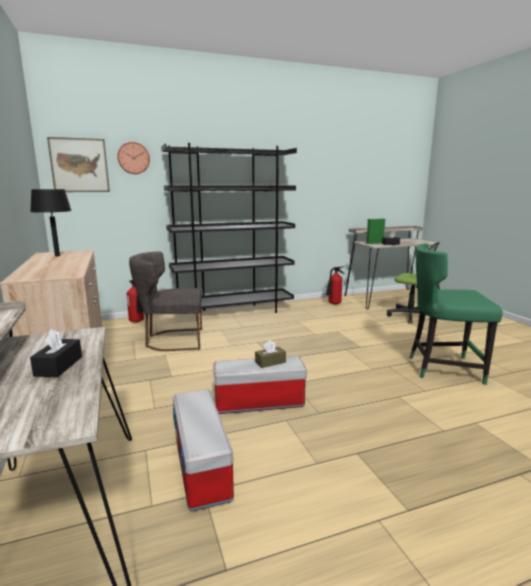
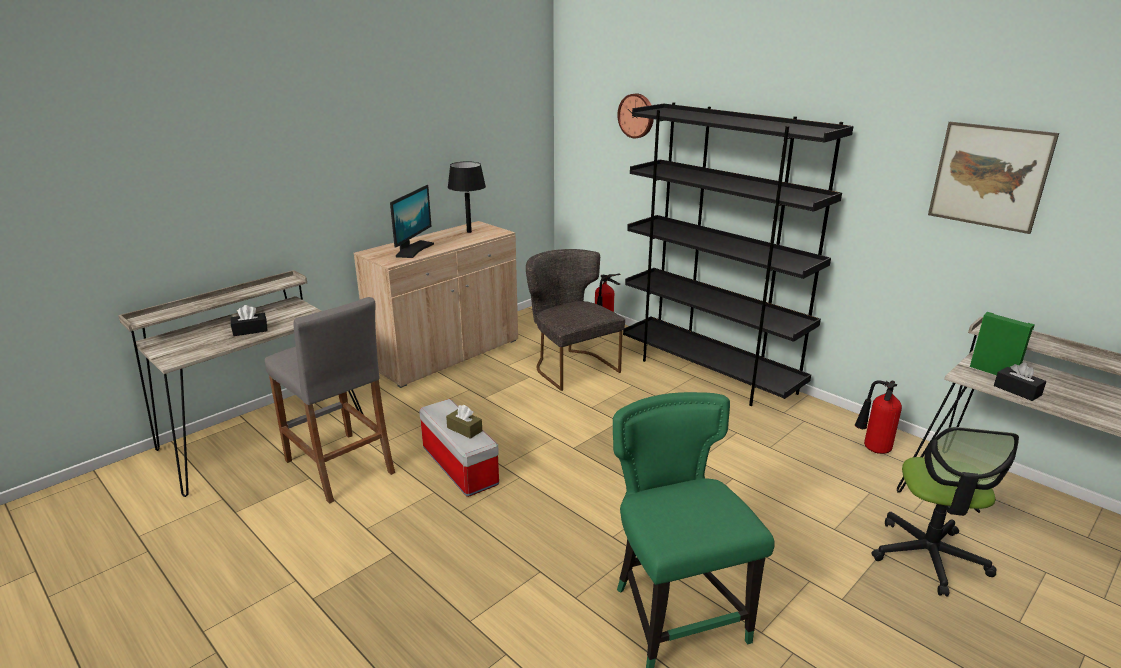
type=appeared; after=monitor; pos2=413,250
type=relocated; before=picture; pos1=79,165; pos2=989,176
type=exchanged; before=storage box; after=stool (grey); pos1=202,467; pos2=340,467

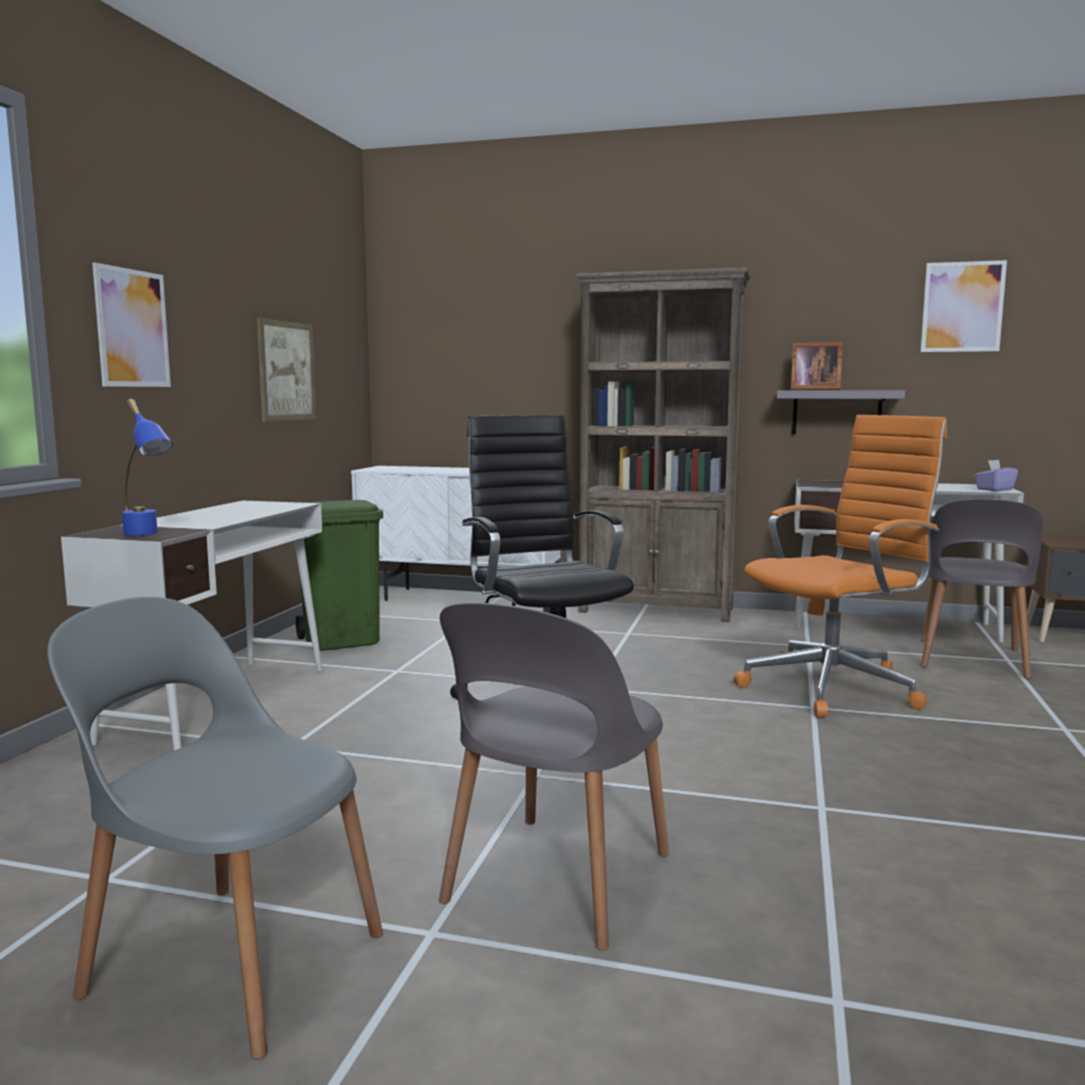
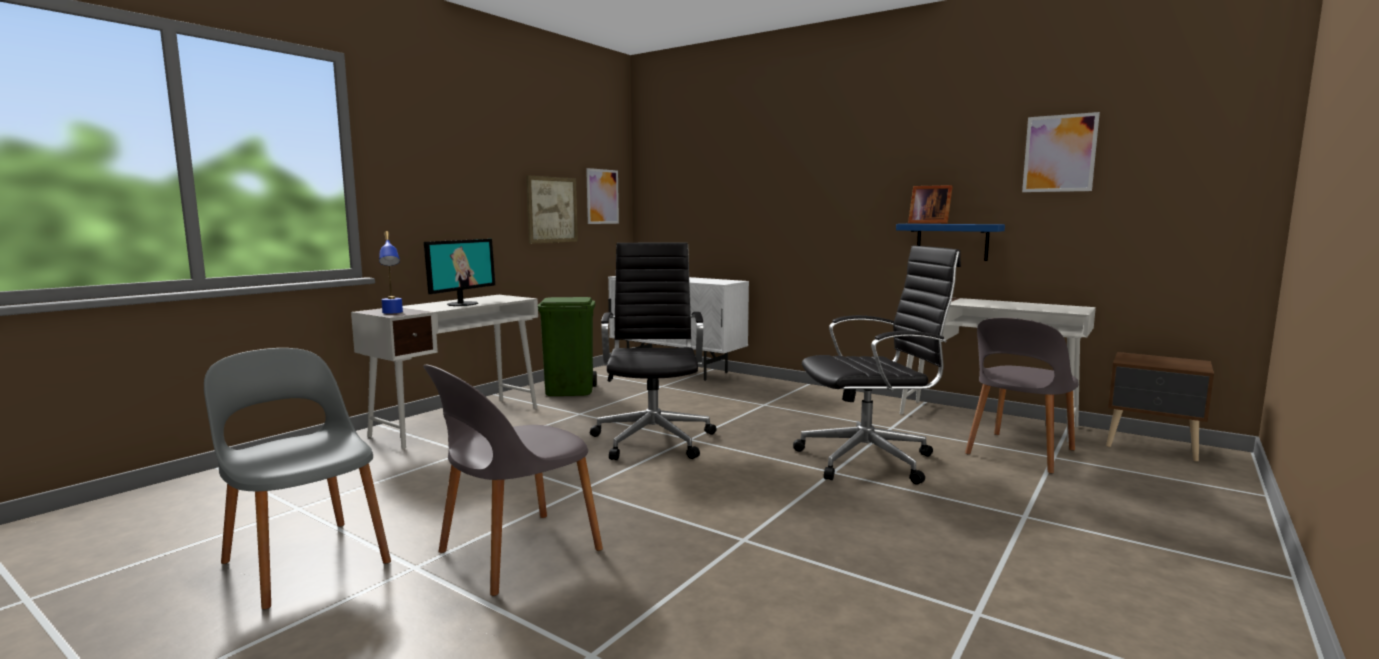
type=missing; before=bookcase (brown); pos1=657,610
type=missing; before=tissue box (purple); pos1=994,489
type=appeared; after=monitor; pos2=462,304
type=relocated; before=picture; pos1=132,328; pos2=602,196
type=colour; before=office chair (orange); after=office chair (black); pos1=835,687; pos2=870,460
type=colour; before=shelf (grey); after=shelf (blue); pos1=836,412; pos2=952,241

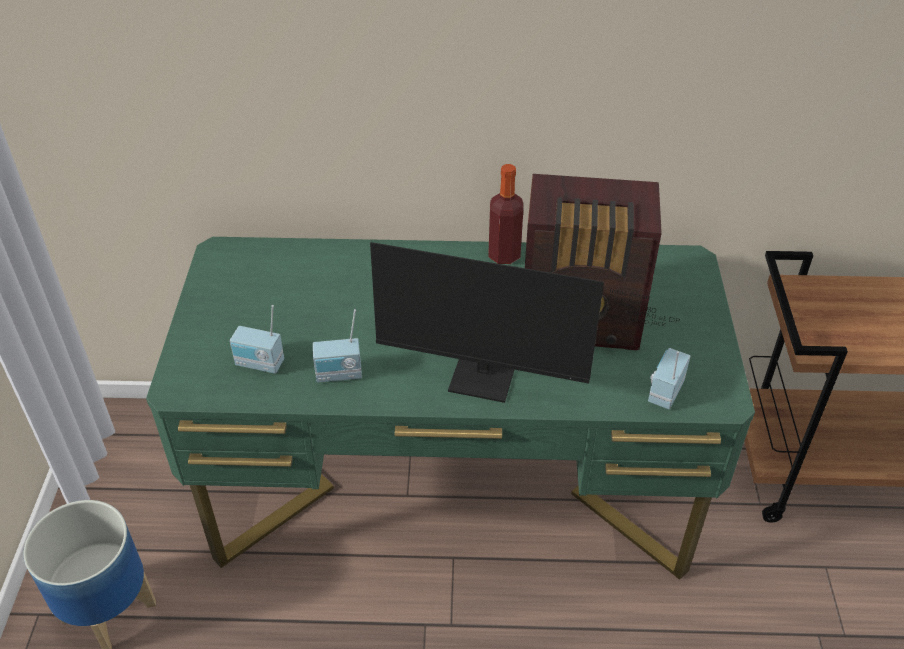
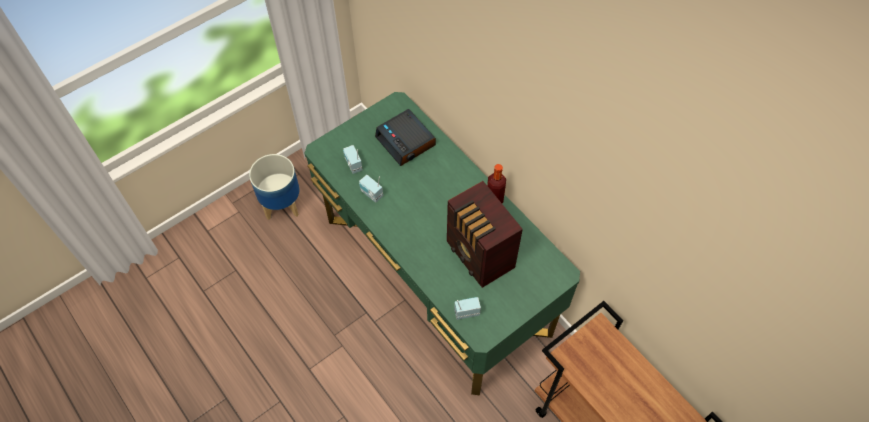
type=missing; before=monitor; pos1=493,380
type=appeared; after=alarm clock; pos2=406,141

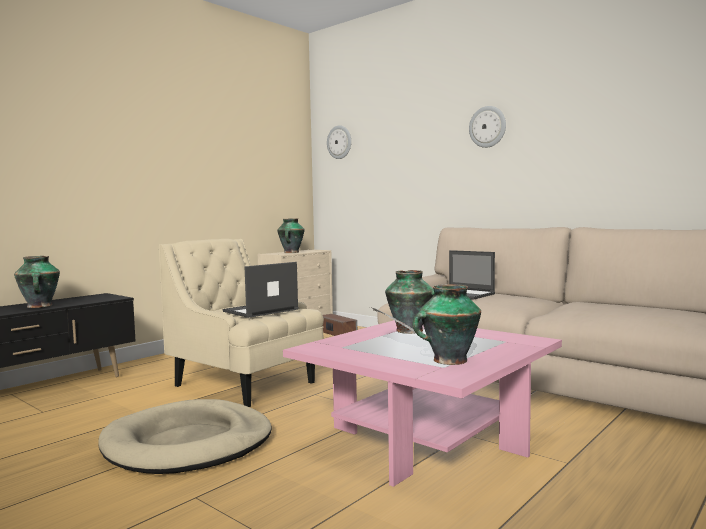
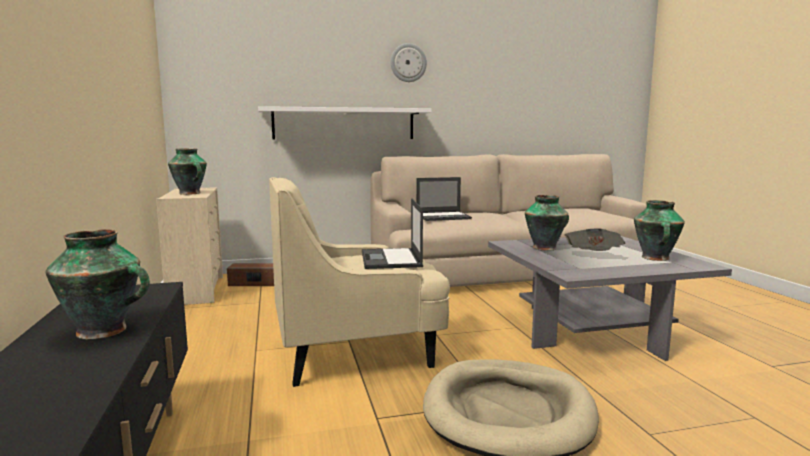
type=missing; before=wall clock; pos1=339,142
type=appeared; after=shelf (white); pos2=344,124
type=colour; before=coffee table (pink); after=coffee table (grey); pos1=425,440; pos2=591,331

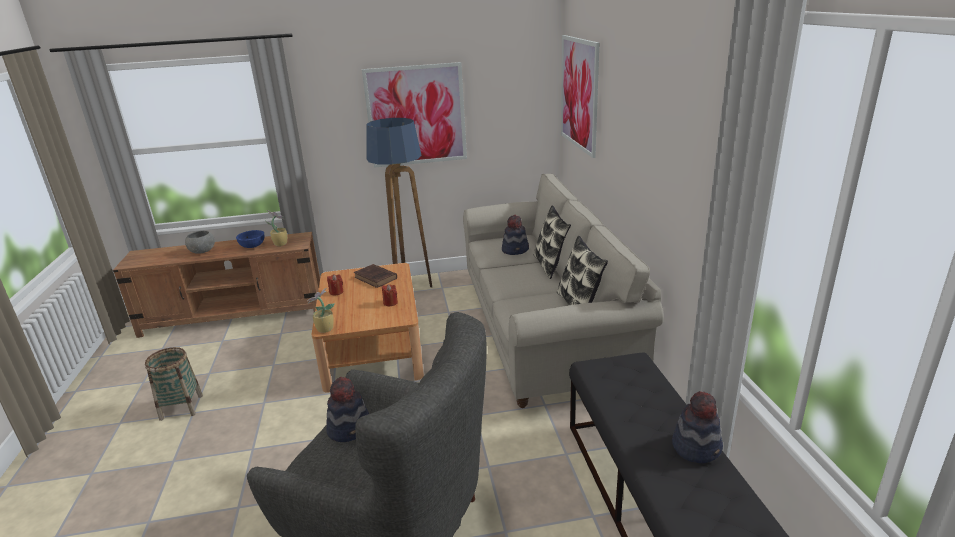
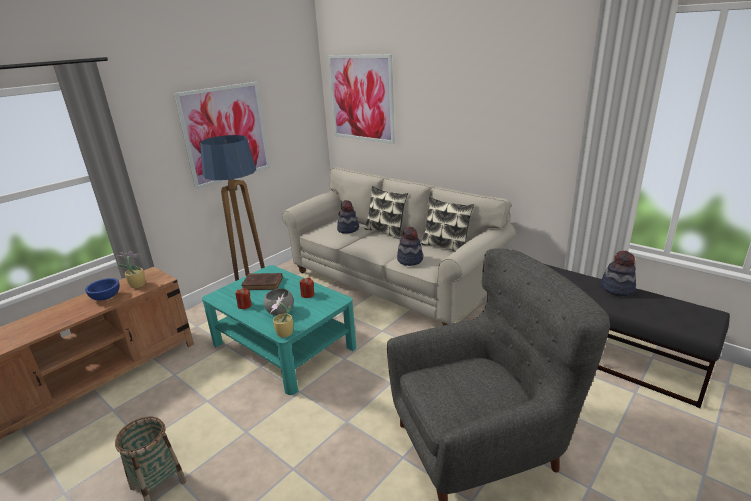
type=relocated; before=bowl (grey); pos1=203,251; pos2=280,311
type=relocated; before=hat; pos1=350,428; pos2=410,260
type=colour; before=coffee table (brown); after=coffee table (turquoise); pos1=373,347; pos2=284,345

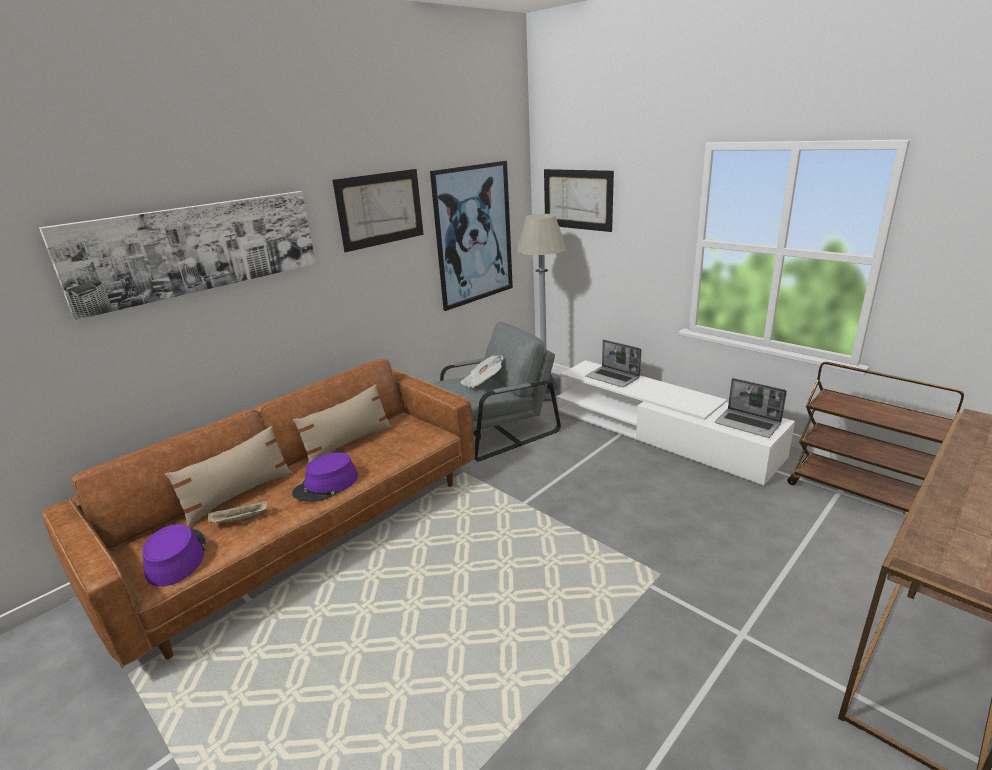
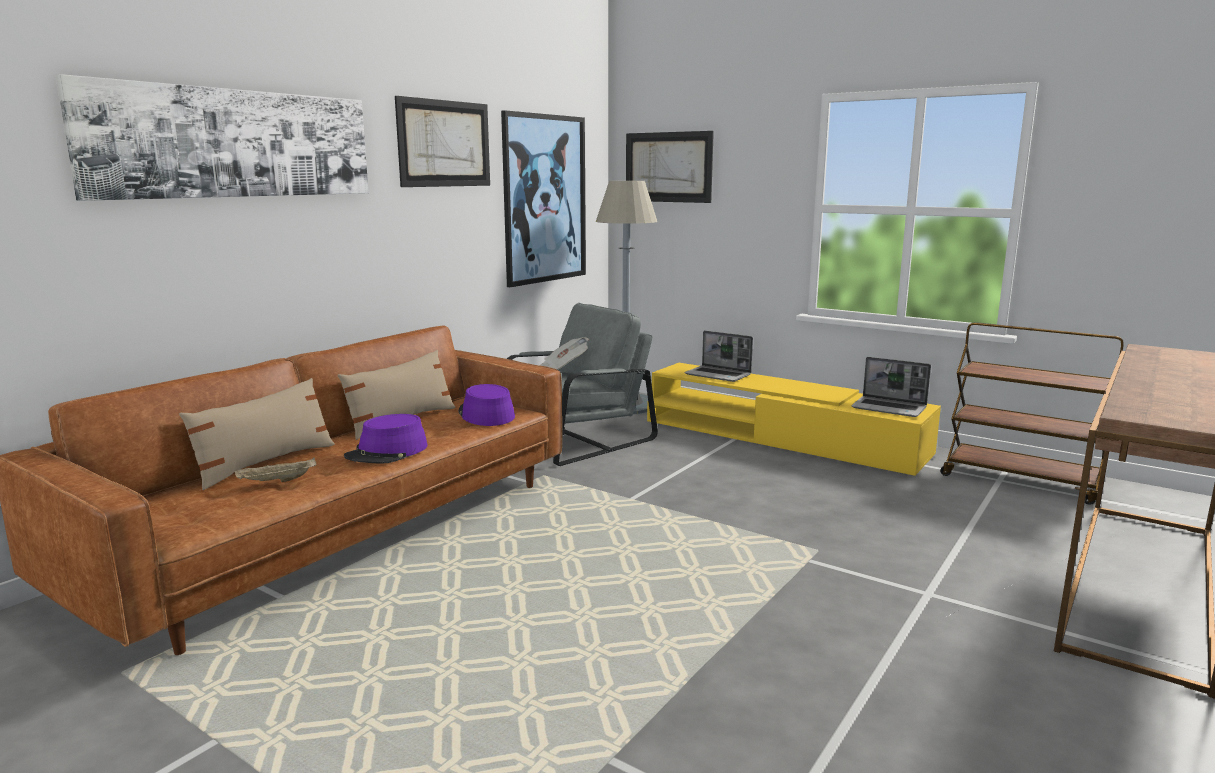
type=relocated; before=hat (purple); pos1=176,558; pos2=485,414
type=colour; before=tv stand (white); after=tv stand (yellow); pos1=660,433; pos2=780,439

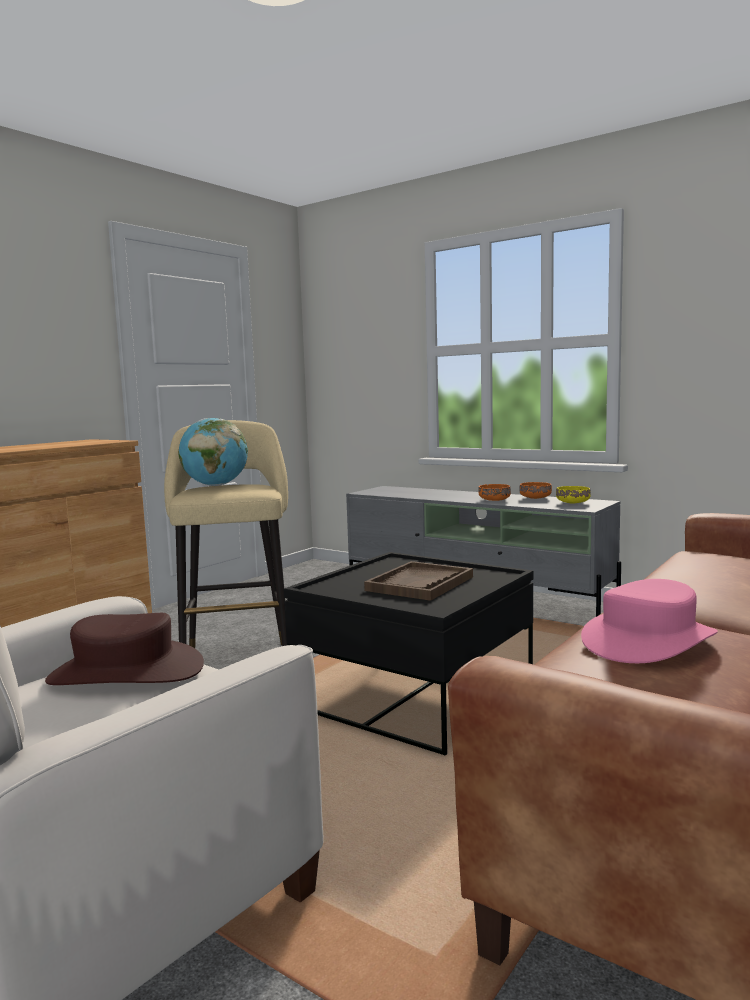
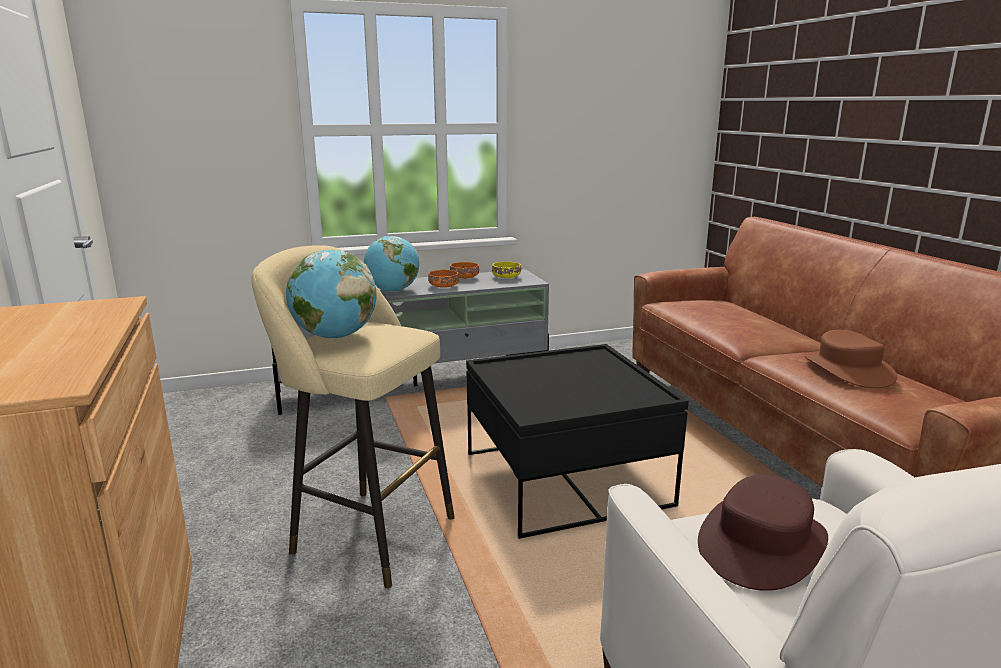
type=missing; before=tray (brown); pos1=420,584
type=appeared; after=globe; pos2=392,291
type=colour; before=hat (pink); after=hat (brown); pos1=648,640; pos2=847,370

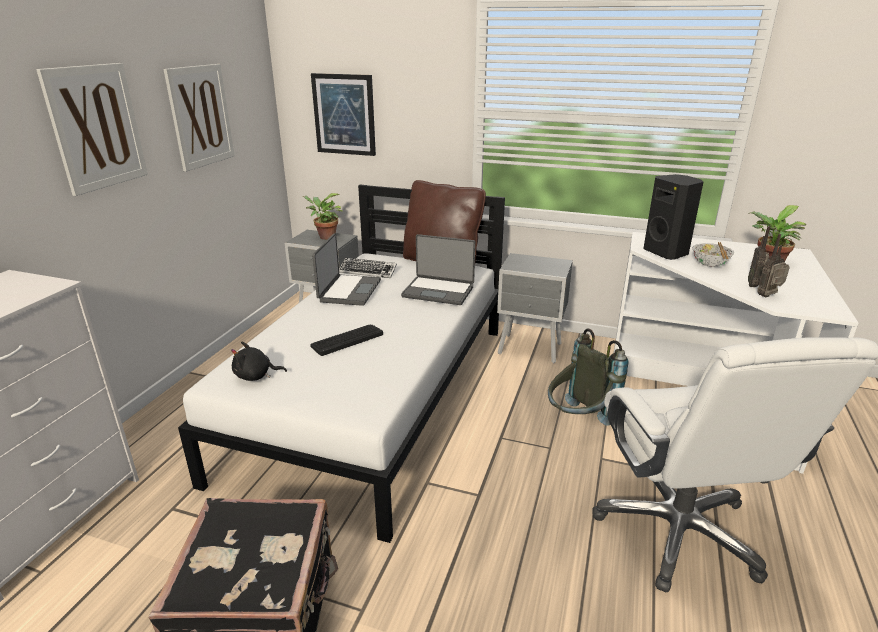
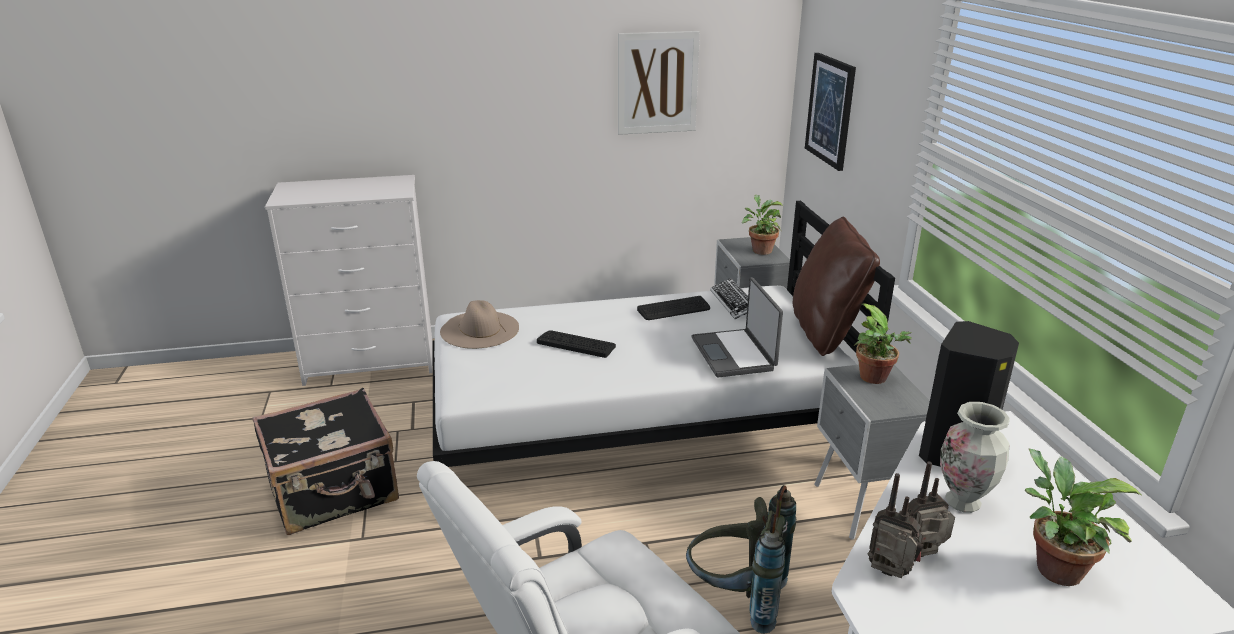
type=missing; before=picture; pos1=96,127
type=appeared; after=potted plant; pos2=876,379
type=exchanged; before=plush toy (black); after=hat (beige); pos1=256,376; pos2=479,329
type=exchanged; before=laptop; after=keyboard; pos1=348,291; pos2=674,309
type=exchanged; before=bowl; after=vase; pos1=710,264; pos2=963,503

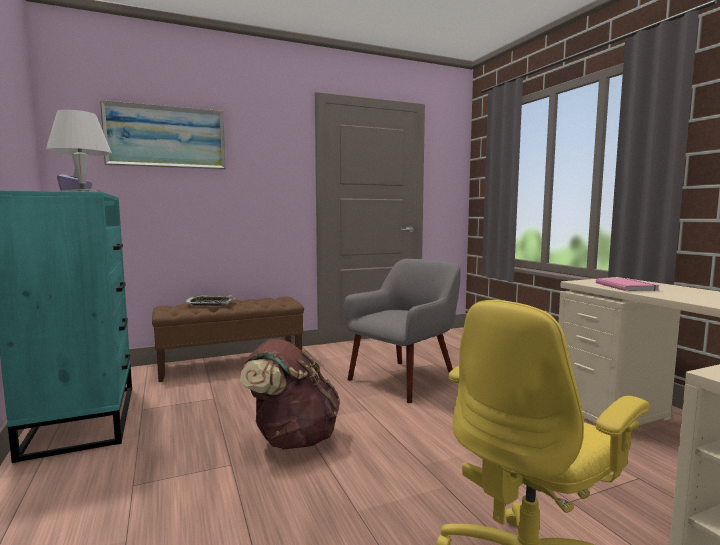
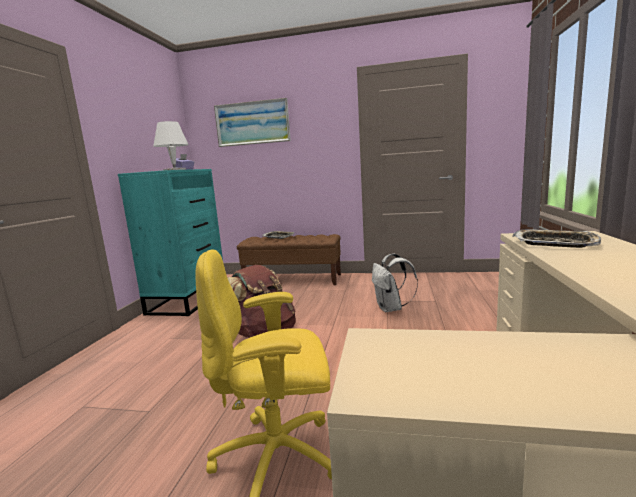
type=exchanged; before=armchair (grey); after=backpack (white); pos1=404,379; pos2=391,308
type=exchanged; before=book (pink); after=tray; pos1=627,286; pos2=554,243

